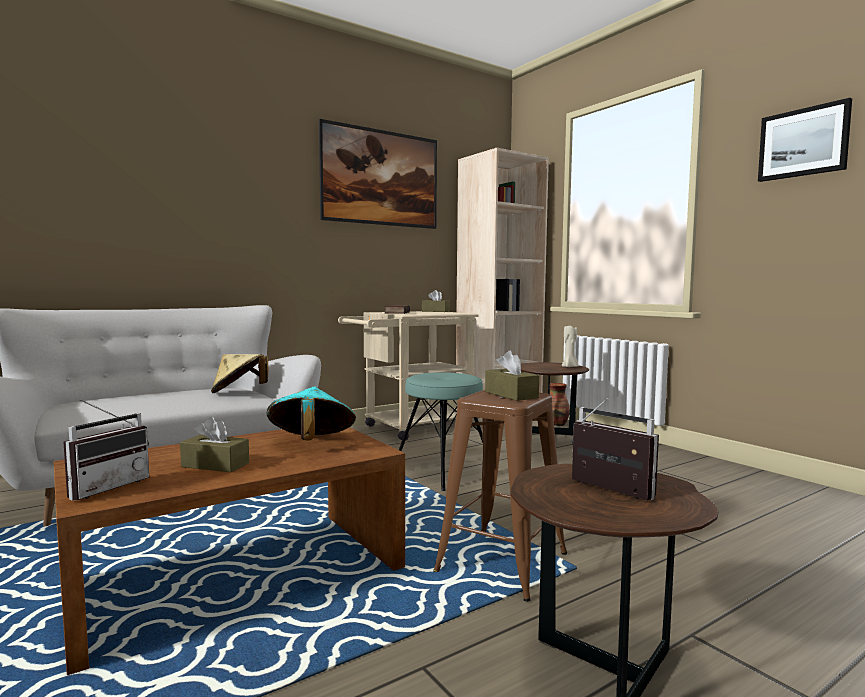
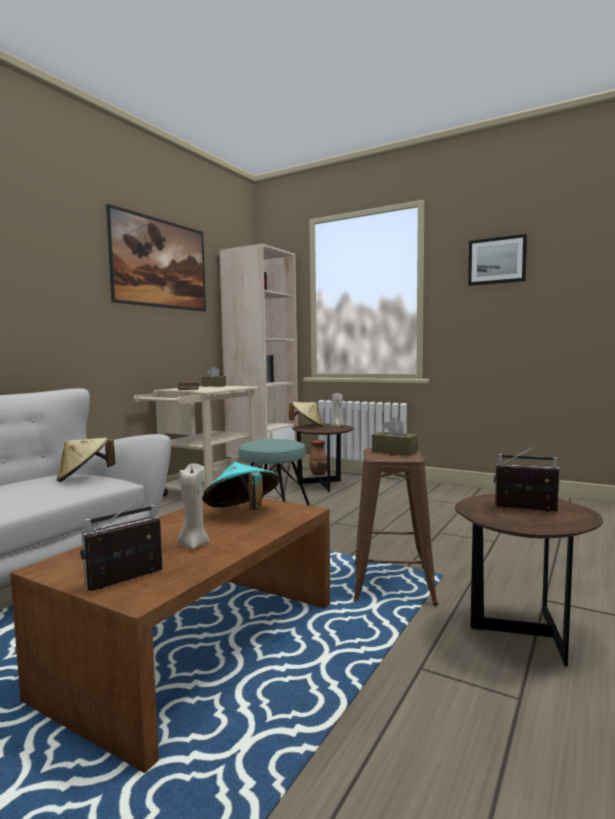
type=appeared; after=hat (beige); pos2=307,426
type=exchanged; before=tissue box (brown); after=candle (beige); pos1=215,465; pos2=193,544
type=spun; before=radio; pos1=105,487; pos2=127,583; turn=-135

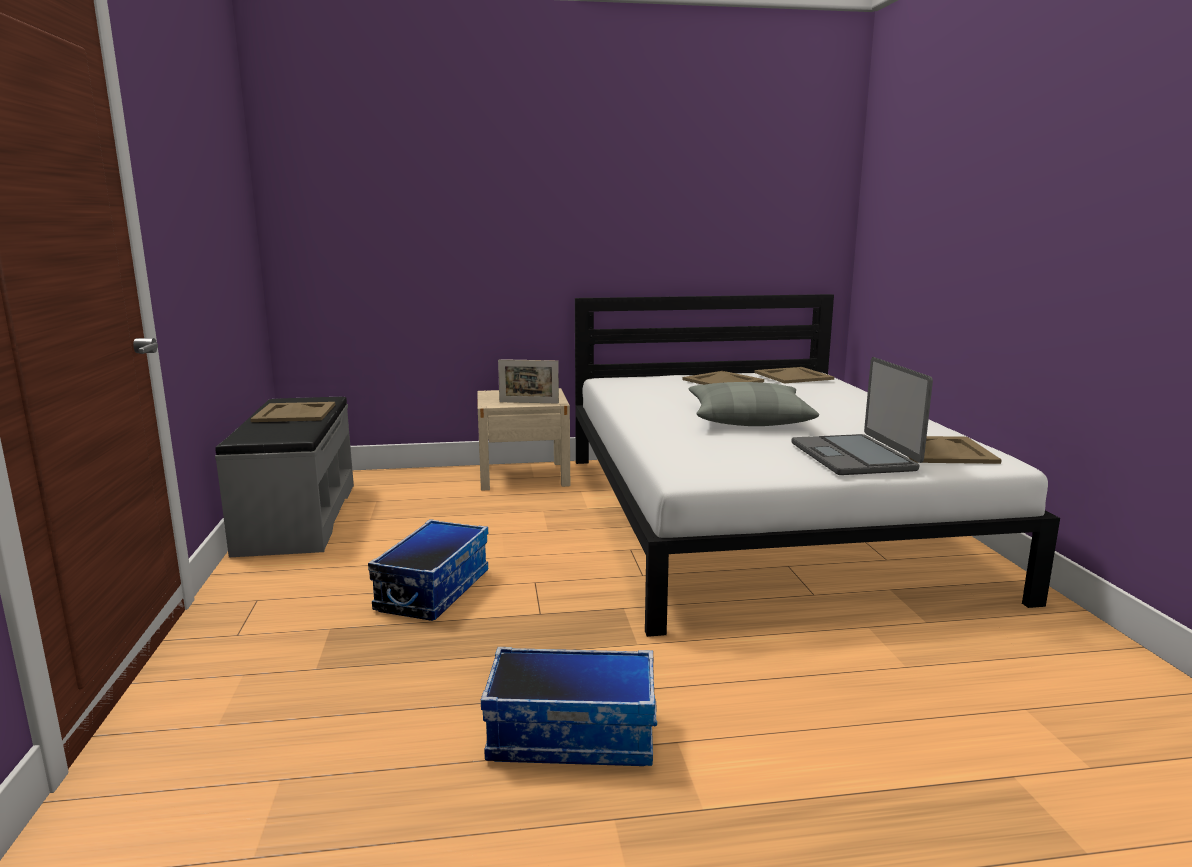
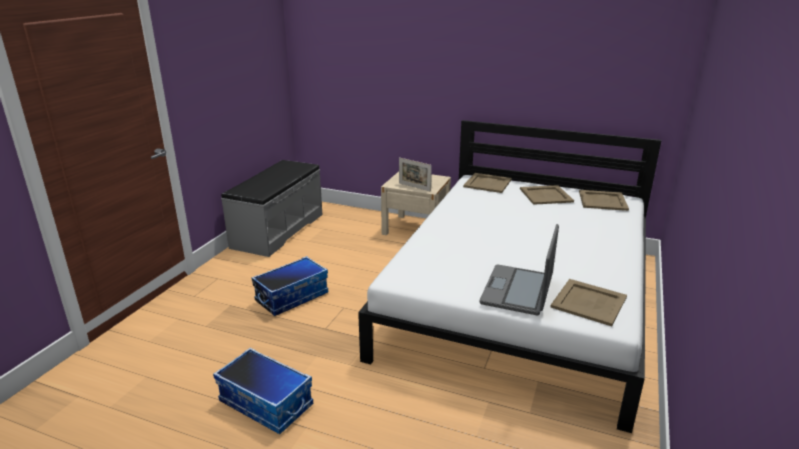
type=missing; before=pillow (grey); pos1=748,418
type=relocated; before=tray (beige); pos1=294,413; pos2=487,183

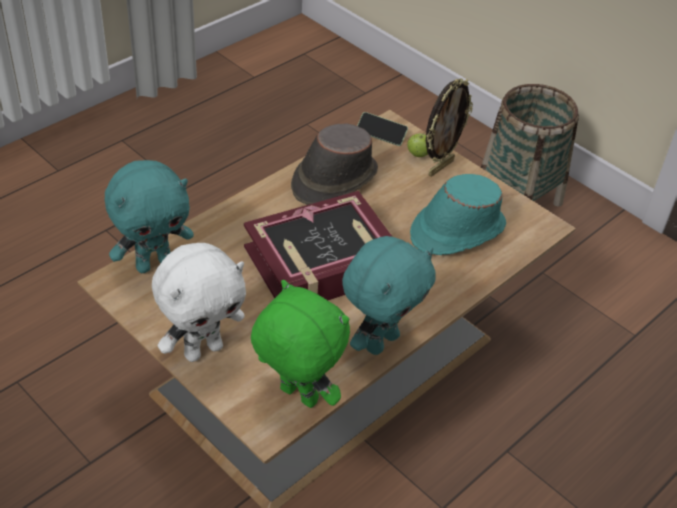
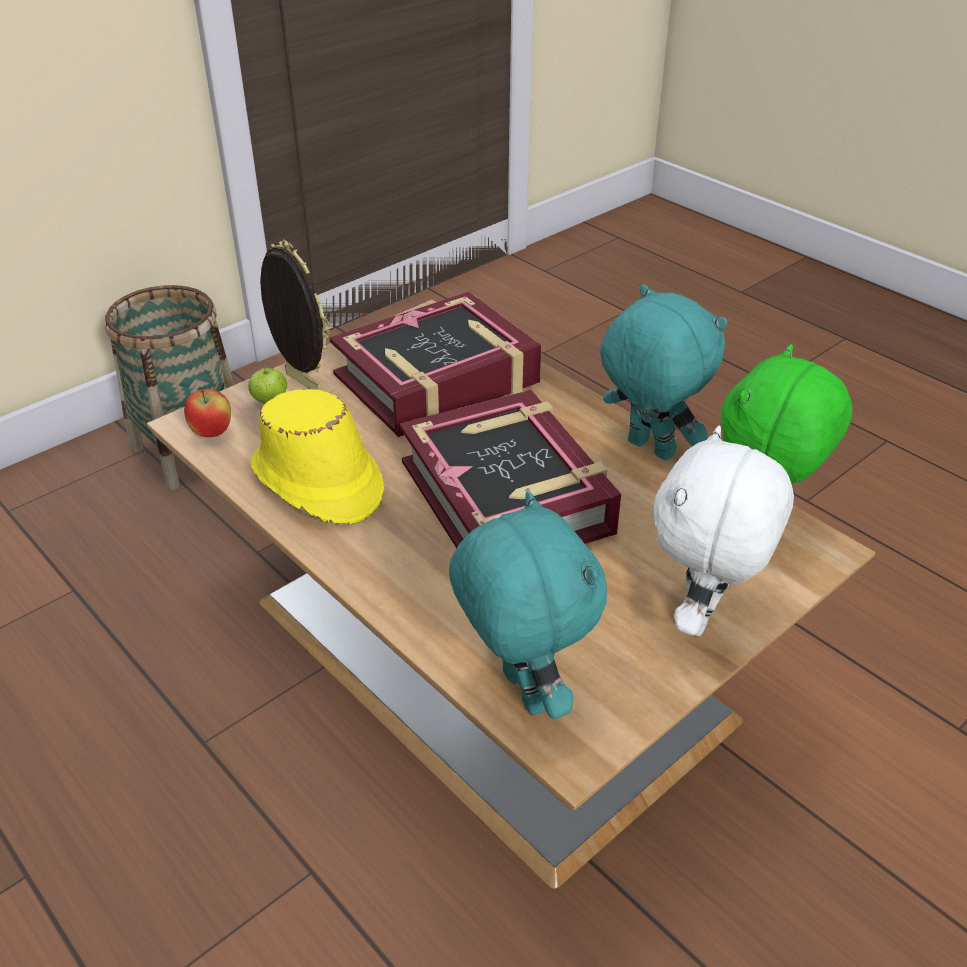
type=exchanged; before=phone; after=apple; pos1=381,134; pos2=212,433
type=exchanged; before=hat (turquoise); after=book; pos1=456,231; pos2=437,380
type=colour; before=hat (brown); after=hat (yellow); pos1=333,180; pos2=317,483
type=spun; before=plush toy (white); pos1=203,349; pos2=703,618; turn=-120

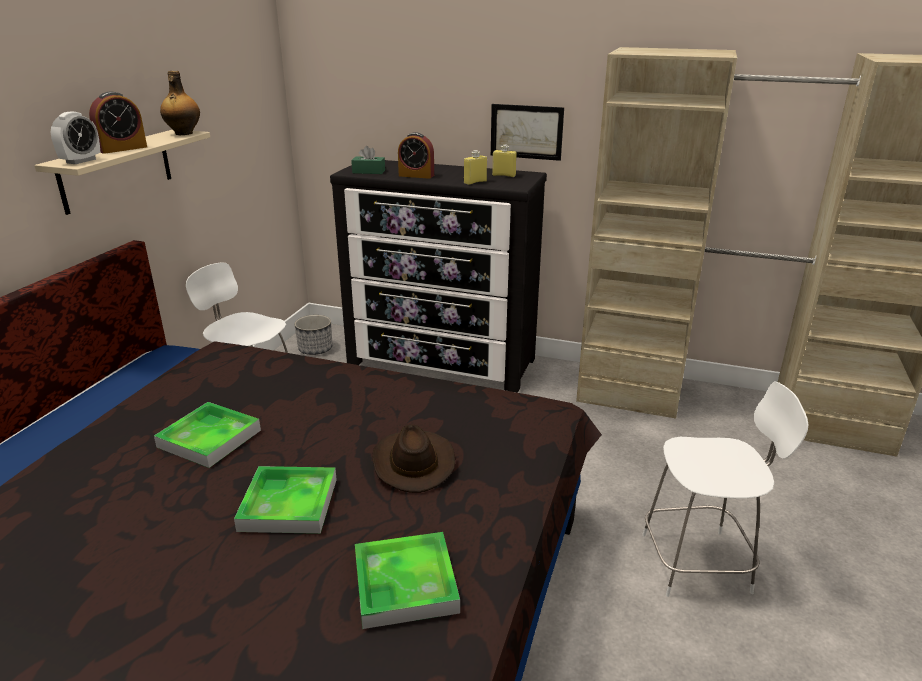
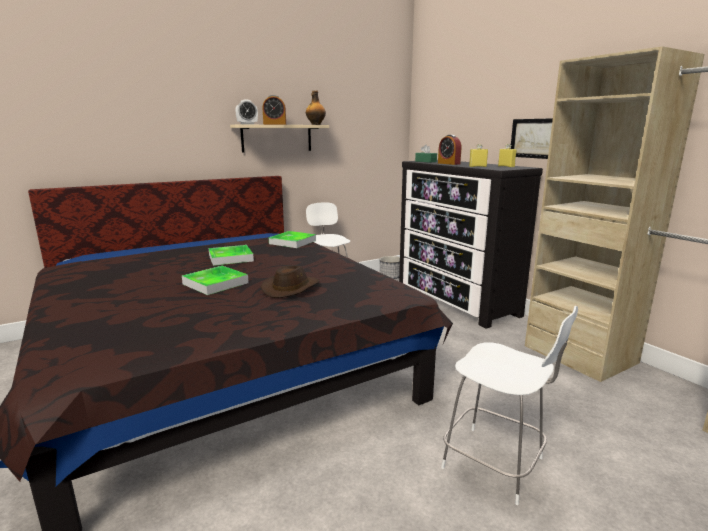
type=relocated; before=tray; pos1=405,584; pos2=292,242

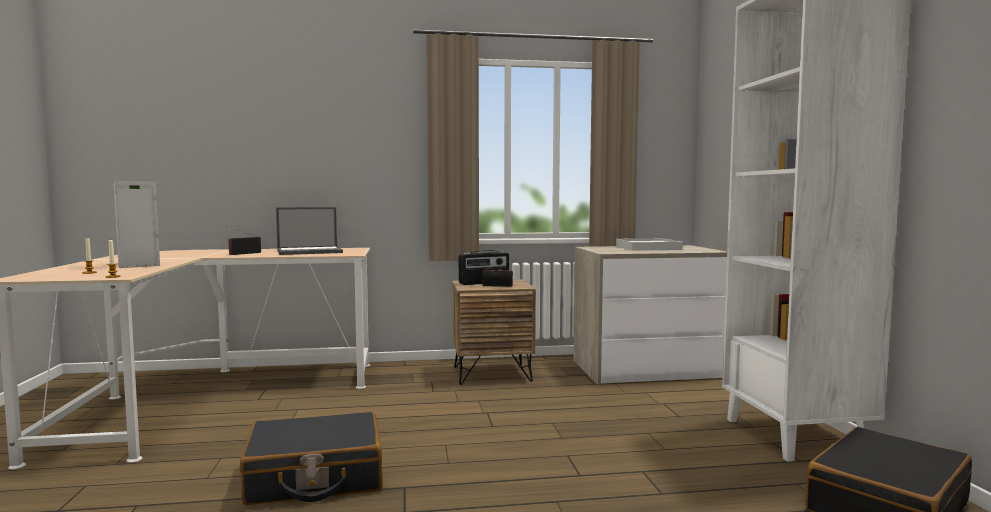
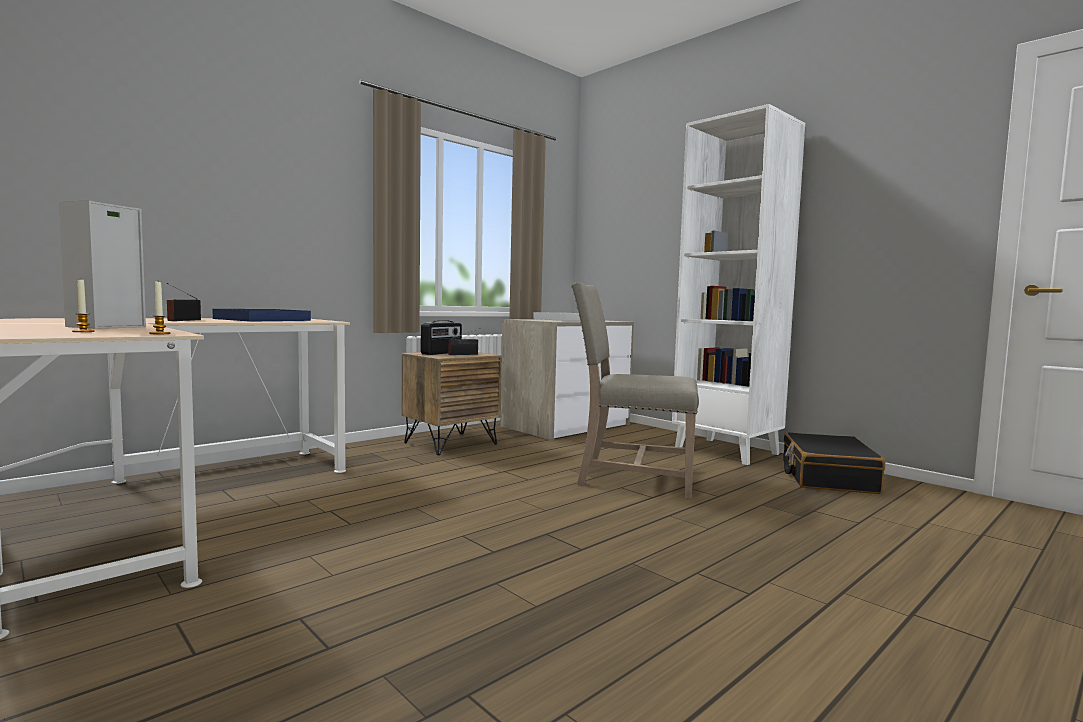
type=missing; before=suitcase (black); pos1=315,477
type=appeared; after=chair (beige); pos2=632,477
type=exchanged; before=laptop; after=tray (blue); pos1=310,251; pos2=262,319

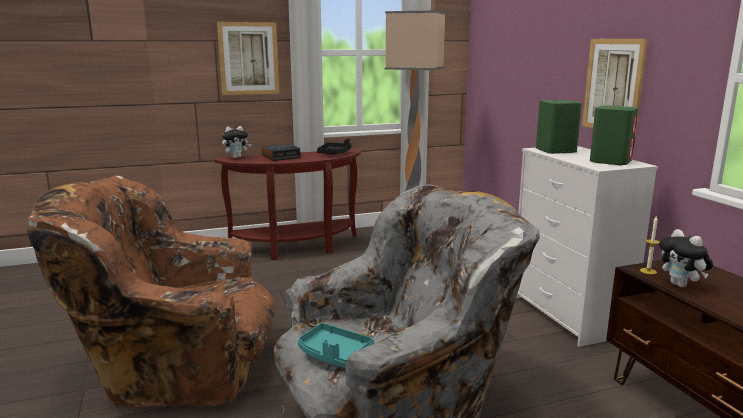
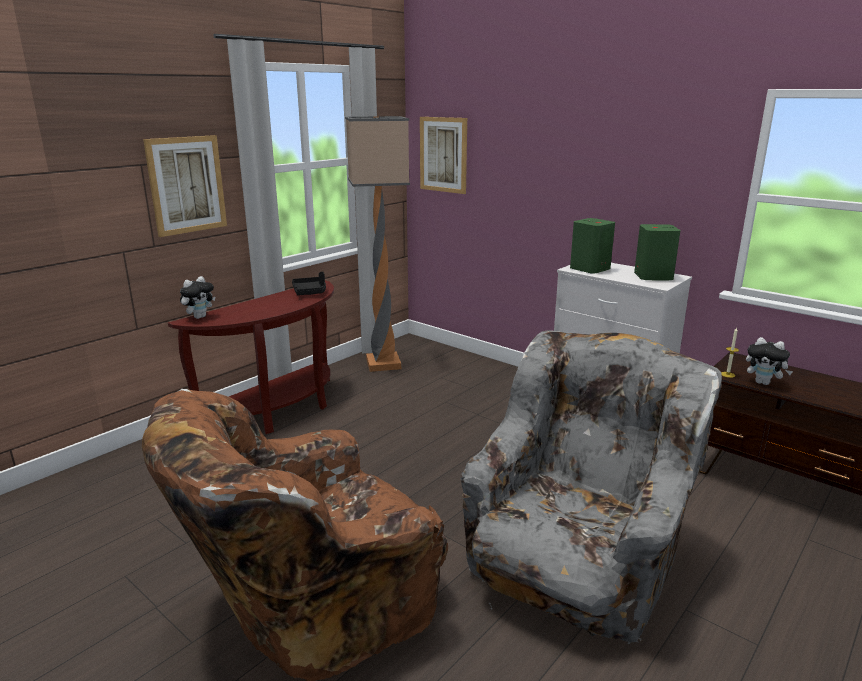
type=missing; before=alarm clock; pos1=281,157
type=missing; before=tray (turquoise); pos1=334,354
type=relocated; before=picture; pos1=613,85; pos2=443,154

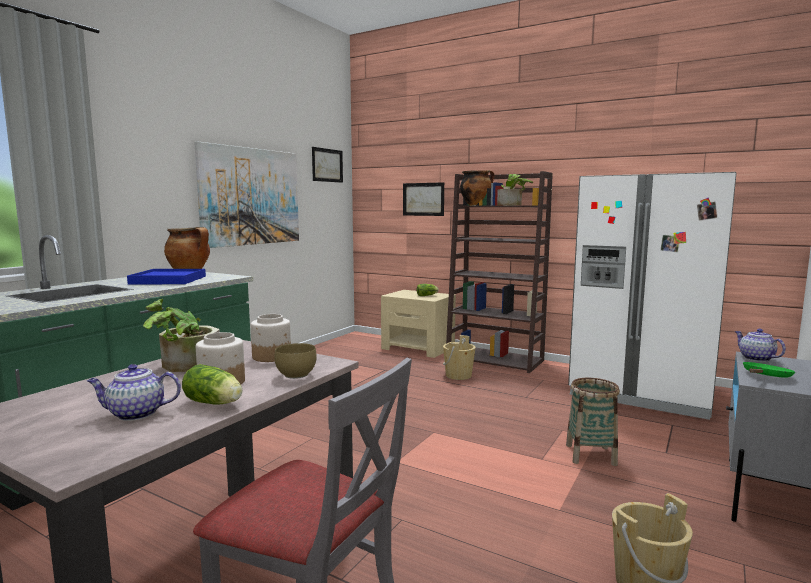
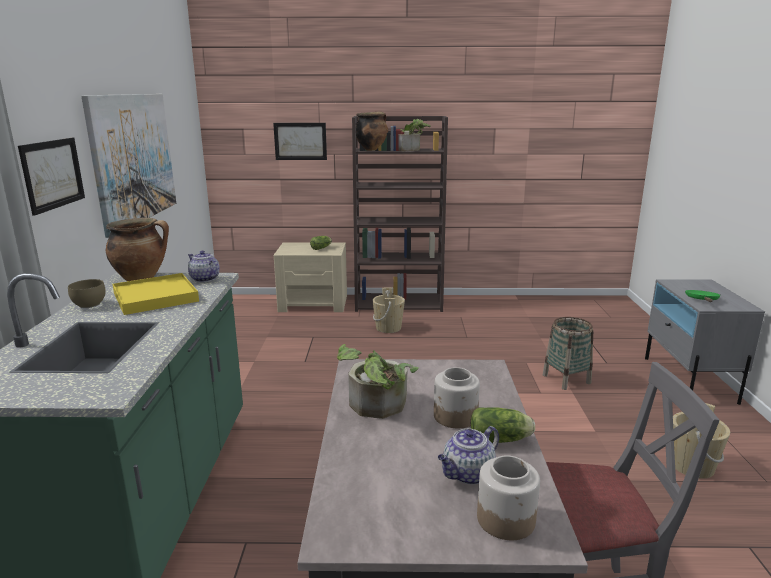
type=missing; before=fridge (white); pos1=642,392
type=relocated; before=jar; pos1=272,356; pos2=506,519
type=relocated; before=bowl (brown); pos1=296,374; pos2=89,305
type=relocated; before=picture; pos1=327,165; pos2=53,174
type=relocated; before=teapot; pos1=755,358; pos2=204,279
type=colour; before=tray (blue); after=tray (yellow); pos1=169,280; pos2=156,297

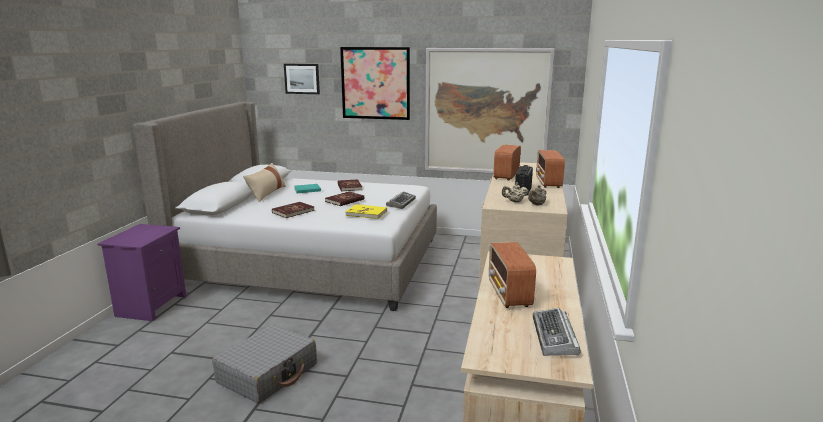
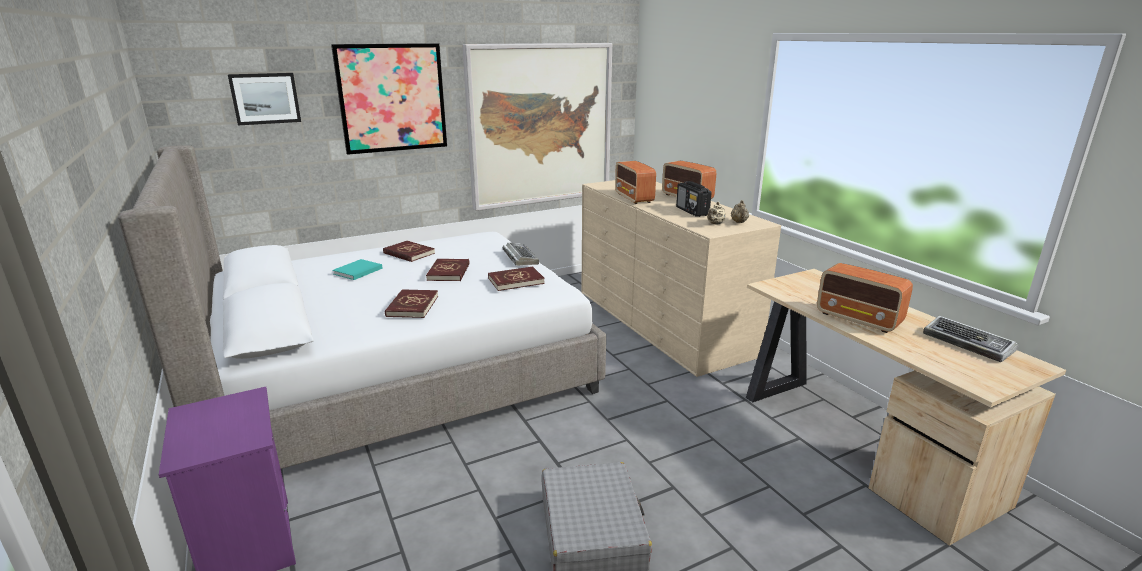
type=missing; before=pillow (beige); pos1=267,193
type=colour; before=book (yellow); after=book (red); pos1=366,213; pos2=516,281

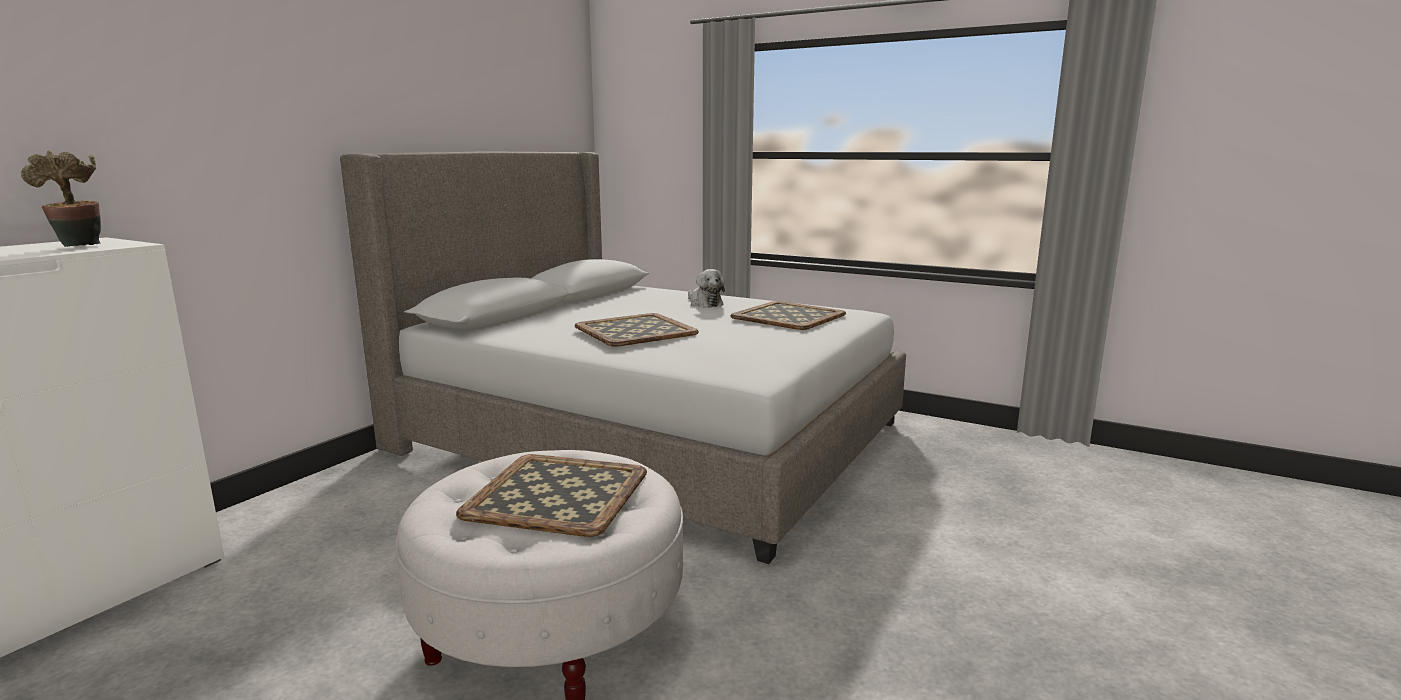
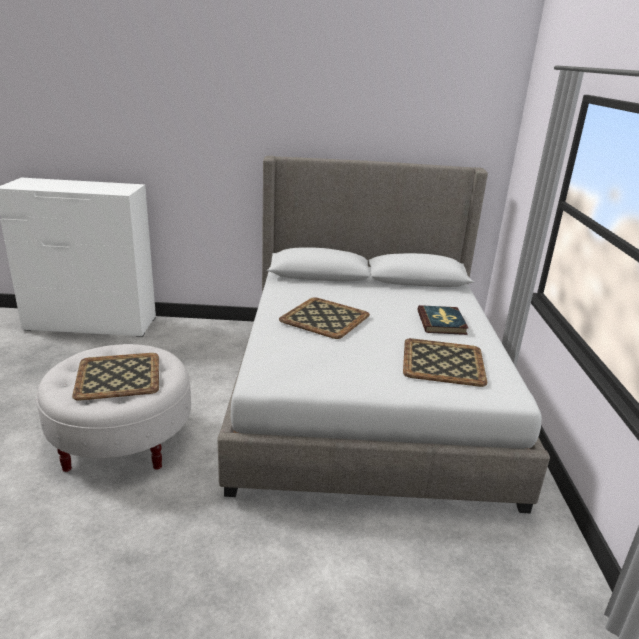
type=missing; before=potted plant; pos1=79,247
type=exchanged; before=plush toy; after=book; pos1=704,303; pos2=441,322

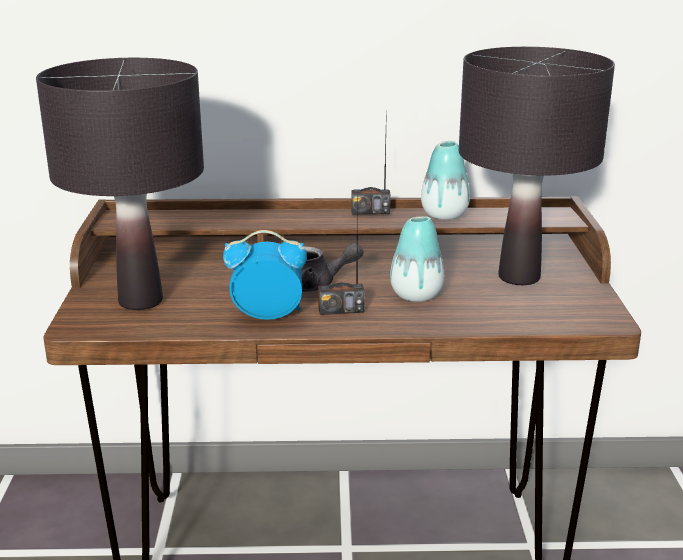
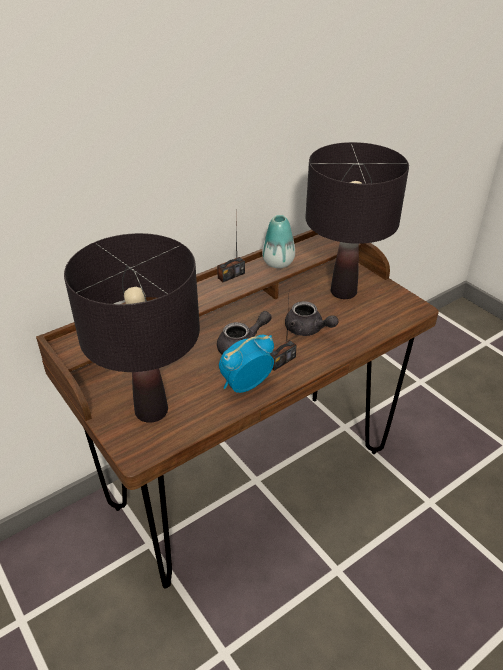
type=exchanged; before=vase; after=teapot (grey); pos1=416,295; pos2=307,330

